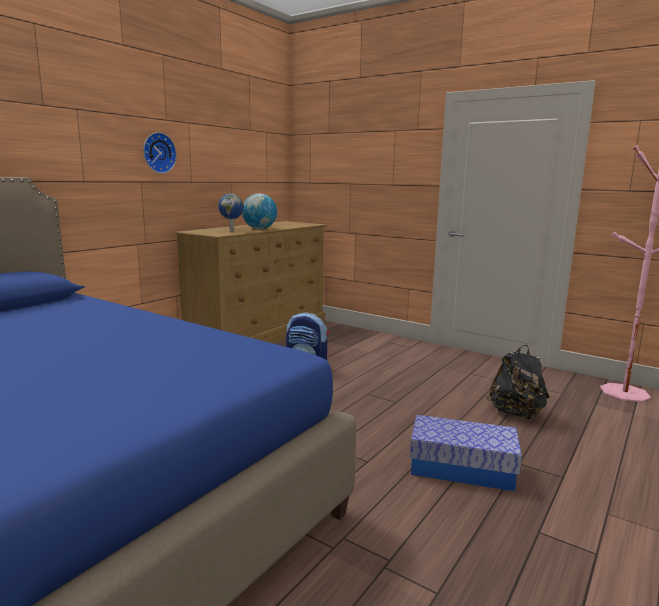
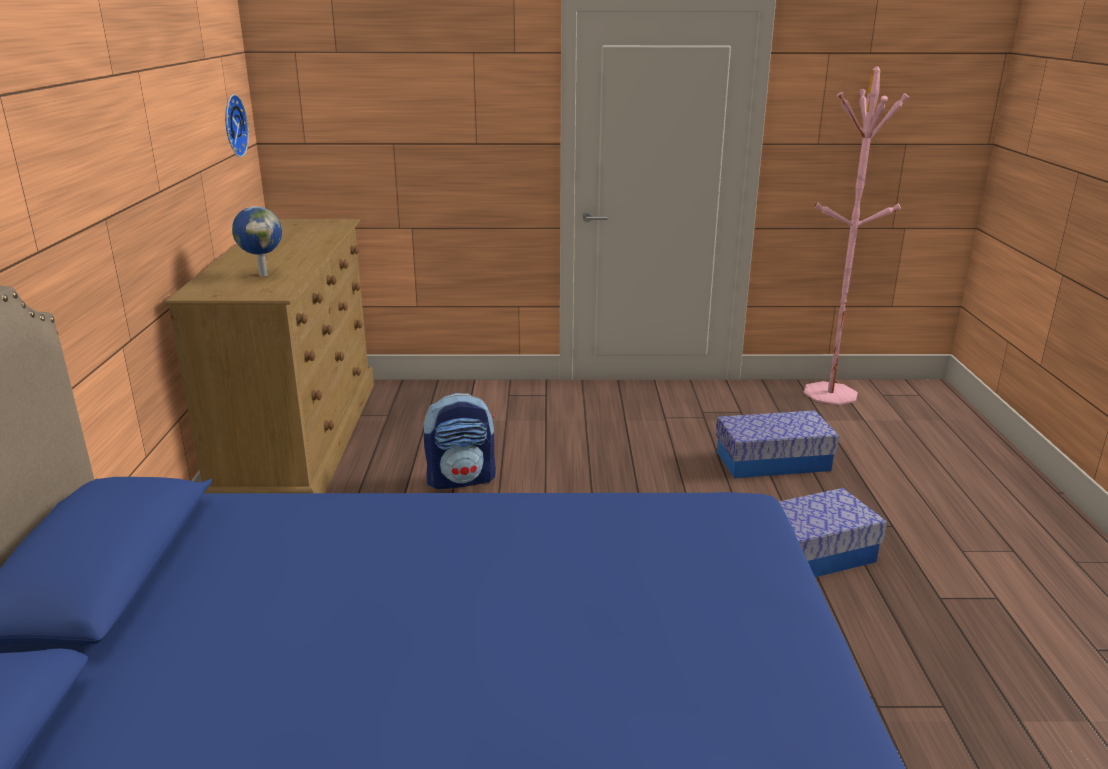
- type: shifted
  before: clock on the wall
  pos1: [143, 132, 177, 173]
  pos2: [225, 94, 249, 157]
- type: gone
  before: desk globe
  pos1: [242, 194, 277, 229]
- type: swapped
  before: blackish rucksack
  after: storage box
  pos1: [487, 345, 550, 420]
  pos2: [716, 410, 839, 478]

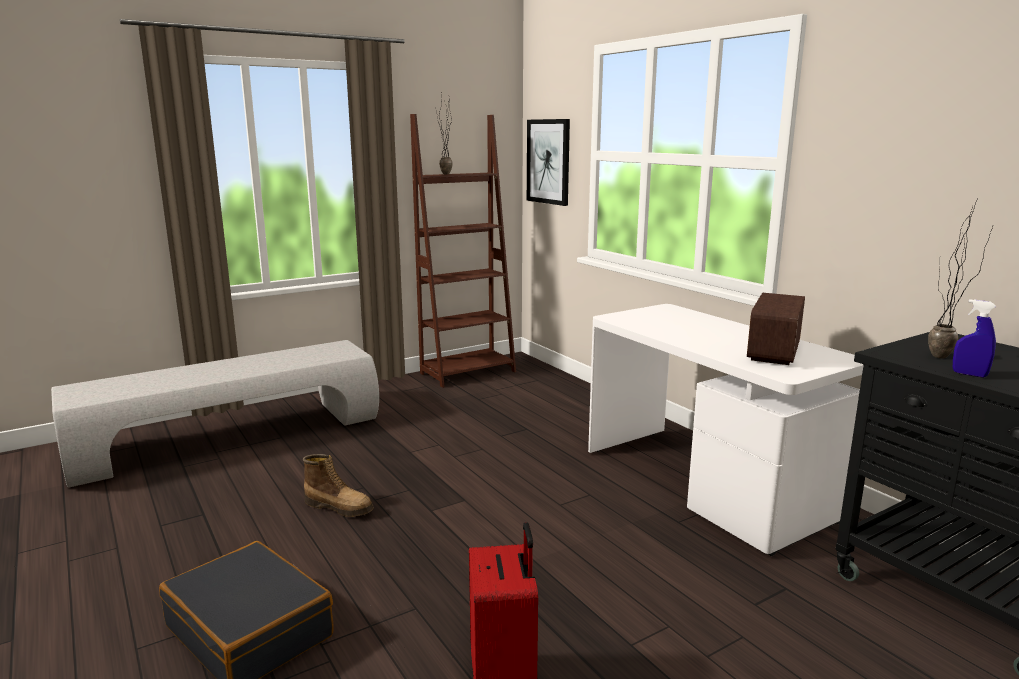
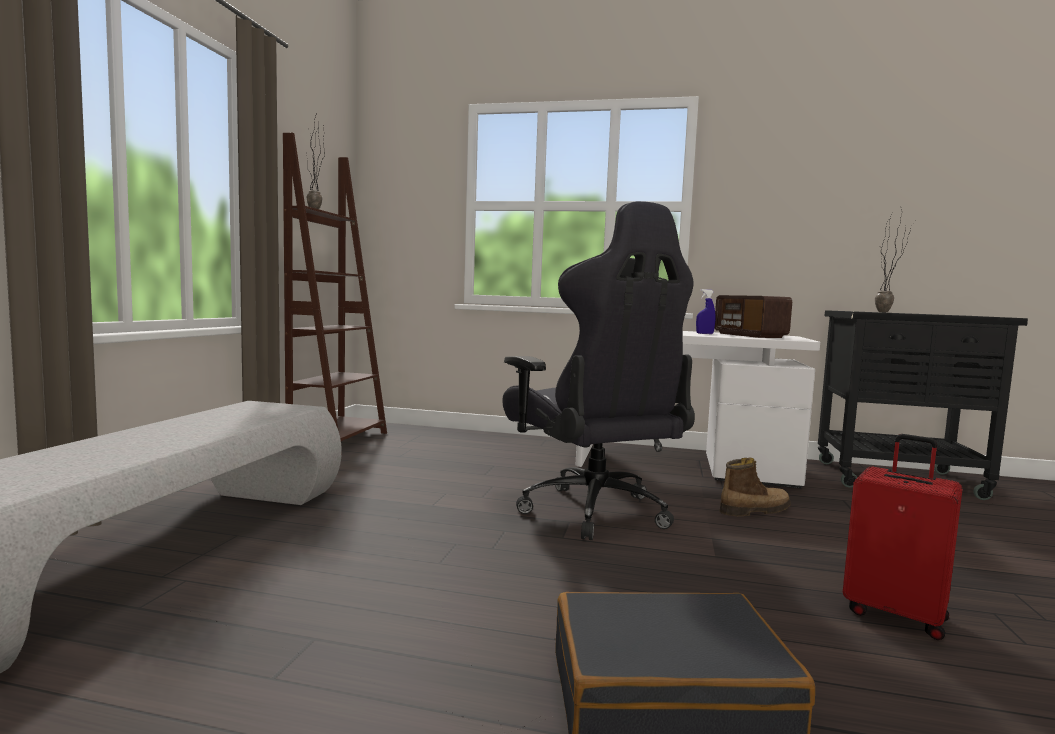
- type: shifted
  before: high-top boot
  pos1: [303, 454, 374, 517]
  pos2: [720, 458, 791, 516]
- type: gone
  before: wall picture
  pos1: [527, 119, 570, 206]
- type: shifted
  before: blue spray bottle
  pos1: [953, 299, 996, 378]
  pos2: [696, 289, 716, 334]
- type: new
  after: blackish computer chair
  pos2: [502, 201, 695, 540]

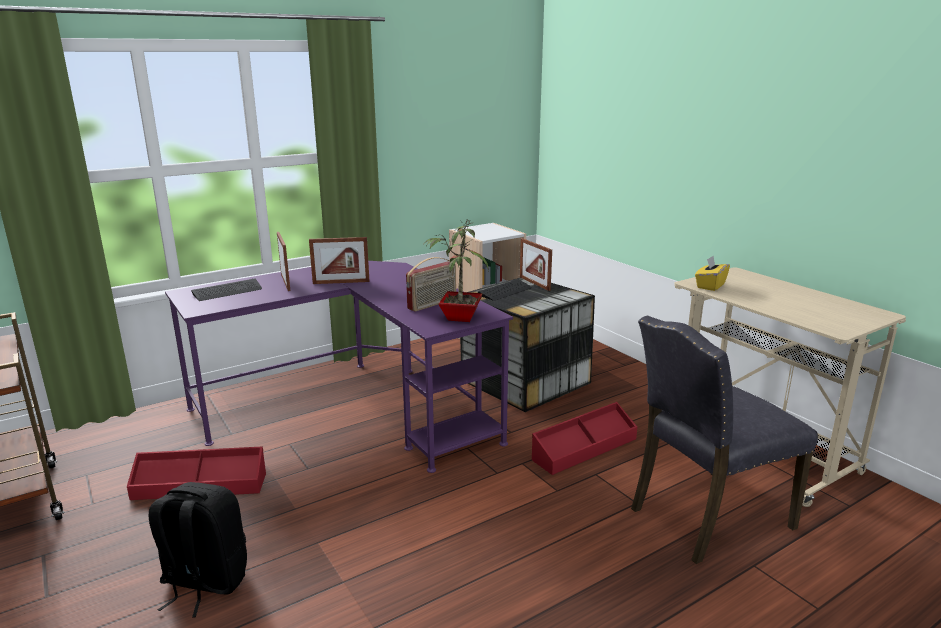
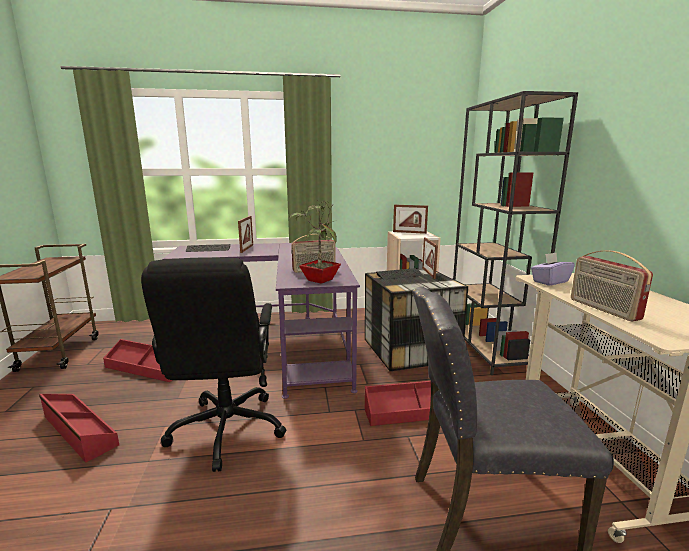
- type: swapped
  before: blackish rucksack
  after: red-coloured storage box
  pos1: [149, 482, 247, 618]
  pos2: [39, 394, 119, 463]
- type: shifted
  before: picture frame
  pos1: [309, 237, 370, 284]
  pos2: [393, 205, 428, 234]
- type: repainted
  before: yellow-coloured box of tissues
  after: purplish box of tissues
  pos1: [695, 256, 730, 291]
  pos2: [531, 252, 575, 286]
- type: new
  after: blackish computer chair
  pos2: [141, 257, 286, 472]
- type: new
  after: shelving unit
  pos2: [453, 91, 578, 375]
- type: new
  after: radio
  pos2: [571, 250, 653, 321]

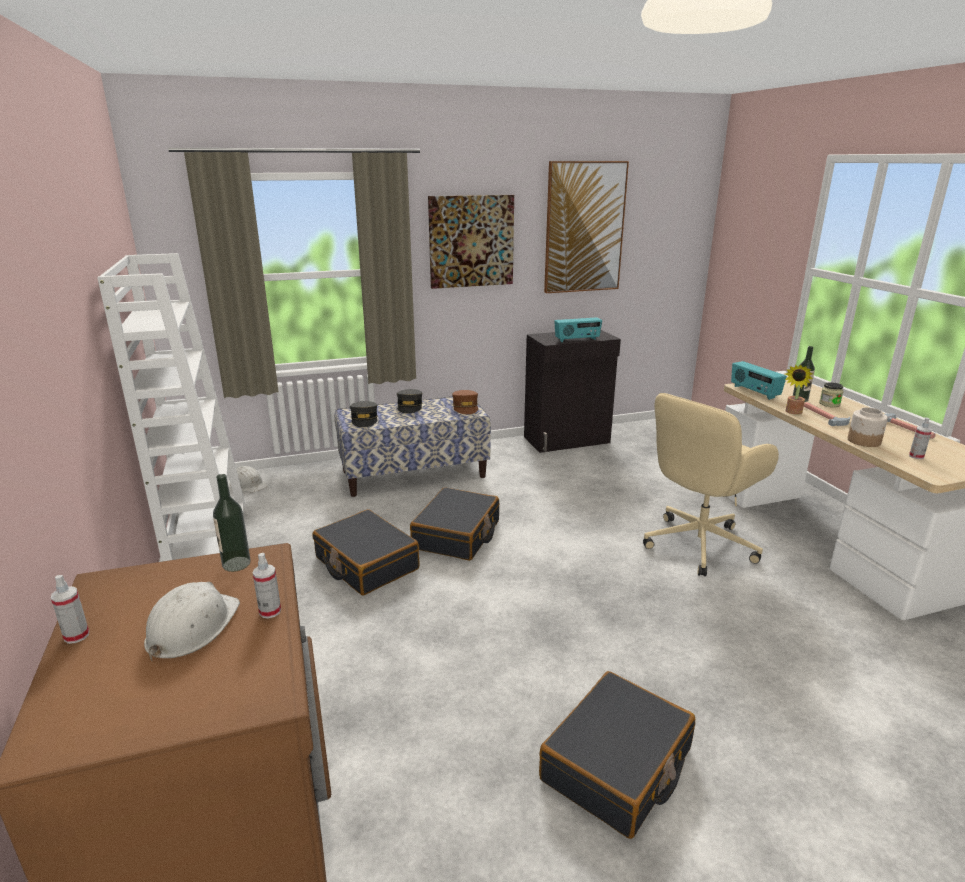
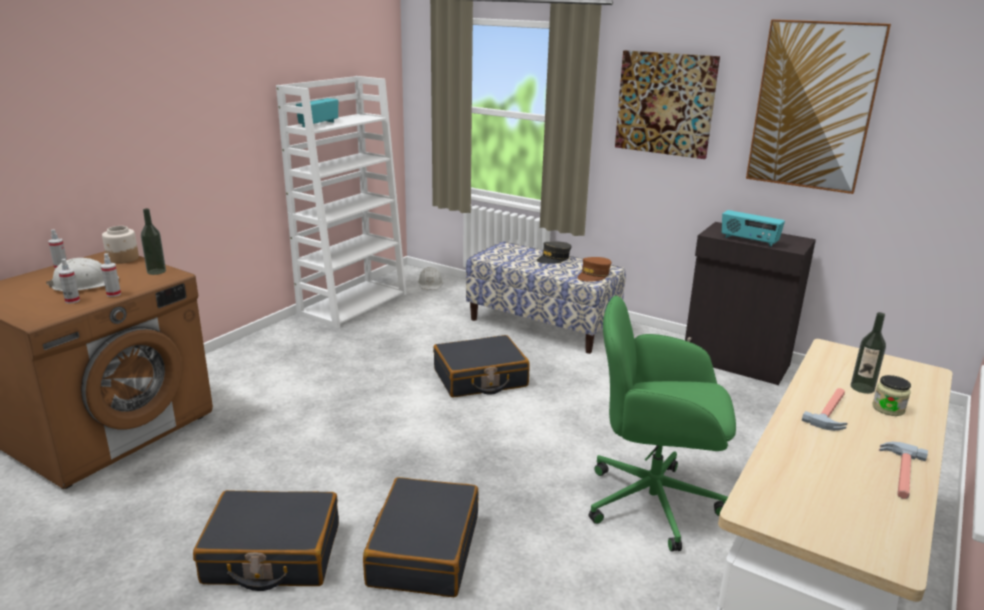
- type: shifted
  before: blackish piece of luggage
  pos1: [313, 509, 419, 596]
  pos2: [363, 477, 478, 597]
- type: gone
  before: gray peaked cap
  pos1: [350, 401, 377, 427]
- type: repainted
  before: beige computer chair
  after: greenish computer chair
  pos1: [643, 393, 779, 576]
  pos2: [589, 295, 736, 552]
- type: shifted
  before: radio
  pos1: [731, 361, 787, 400]
  pos2: [296, 98, 338, 127]
- type: gone
  before: plant in a pot
  pos1: [785, 364, 813, 415]
- type: shifted
  before: jar
  pos1: [848, 407, 888, 447]
  pos2: [102, 226, 139, 264]
- type: shifted
  before: spray bottle
  pos1: [909, 417, 932, 459]
  pos2: [58, 259, 80, 304]

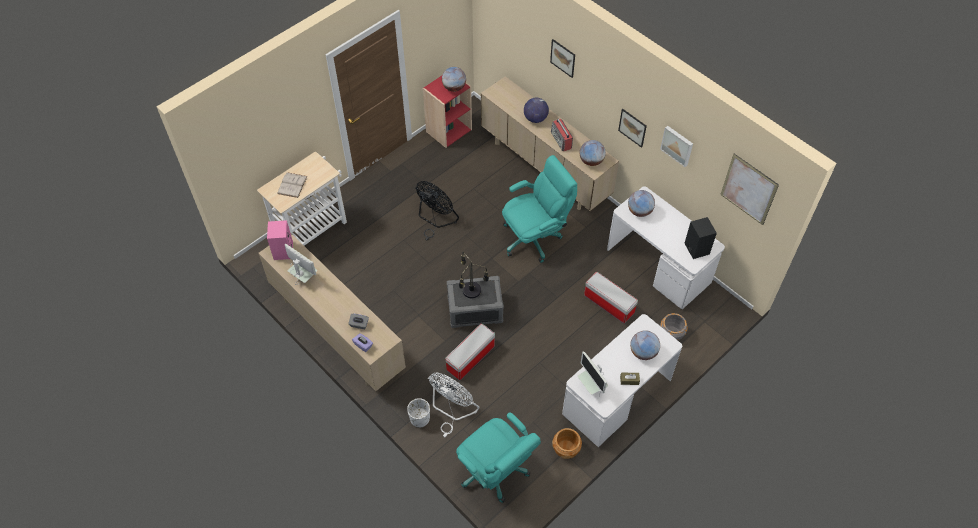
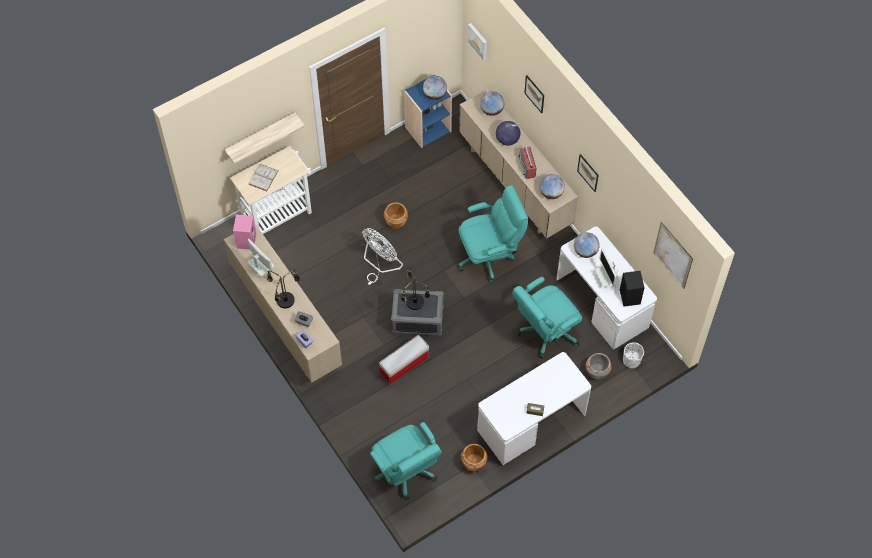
- type: shifted
  before: white-coloured planter
  pos1: [407, 398, 430, 428]
  pos2: [623, 342, 644, 369]
- type: swapped
  before: blackish electric fan
  after: brownish planter
  pos1: [415, 181, 459, 240]
  pos2: [384, 202, 408, 229]
- type: repainted
  before: red-coloured shelving unit
  after: blue shelving unit
  pos1: [423, 76, 472, 148]
  pos2: [404, 74, 452, 148]
- type: shifted
  before: white-coloured electric fan
  pos1: [428, 373, 479, 438]
  pos2: [362, 228, 403, 285]
- type: shifted
  before: monitor
  pos1: [578, 351, 608, 397]
  pos2: [595, 249, 620, 290]
- type: swapped
  before: storage box
  after: turquoise-coloured computer chair
  pos1: [584, 272, 638, 323]
  pos2: [512, 277, 582, 359]
- type: shifted
  before: desk globe
  pos1: [630, 330, 660, 360]
  pos2: [480, 91, 504, 116]
- type: shifted
  before: wall picture
  pos1: [660, 126, 693, 167]
  pos2: [467, 23, 487, 61]
- type: new
  after: wall shelf
  pos2: [225, 113, 305, 164]
- type: new
  after: table lamp
  pos2: [267, 270, 300, 309]

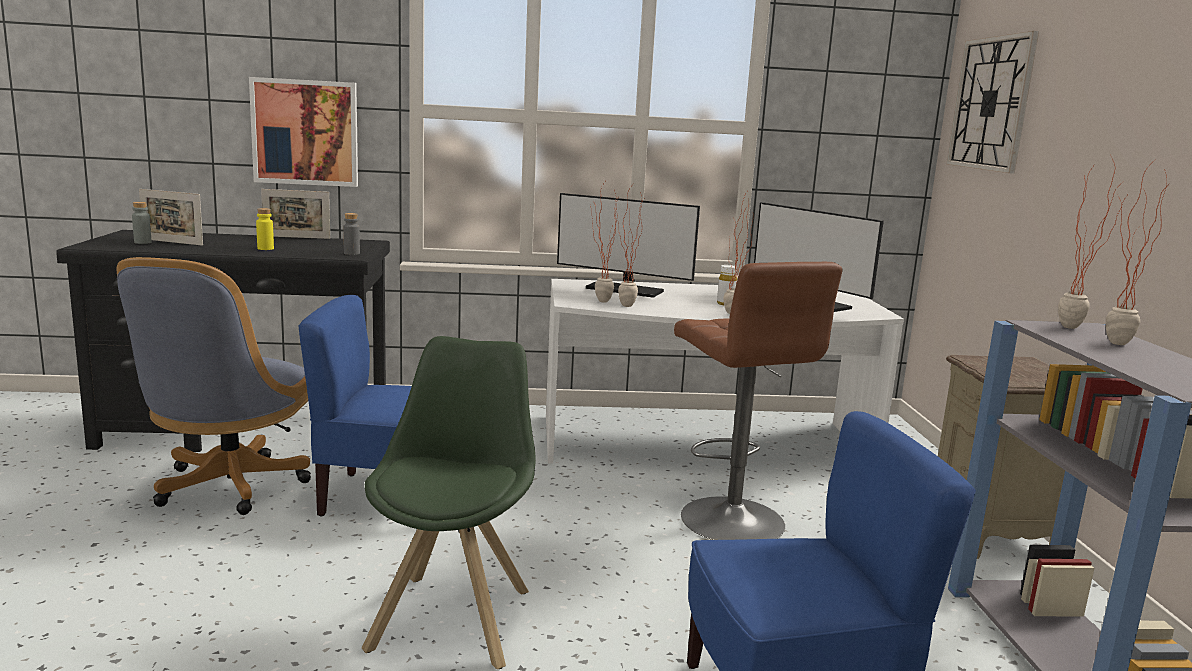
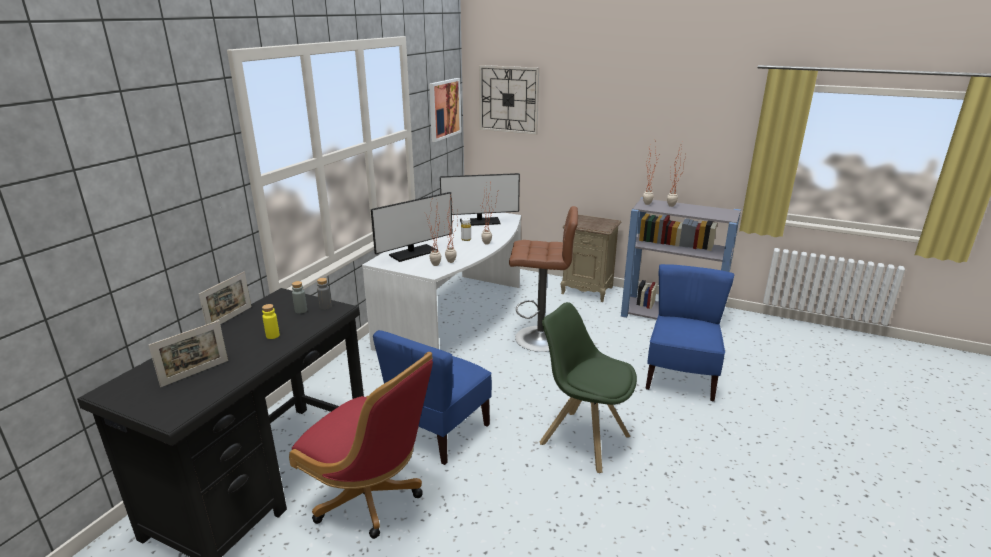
- type: repainted
  before: blue computer chair
  after: red-coloured computer chair
  pos1: [117, 257, 311, 515]
  pos2: [289, 352, 433, 539]
- type: shifted
  before: gray beverage bottle
  pos1: [132, 202, 151, 244]
  pos2: [292, 281, 307, 314]
- type: shifted
  before: wall picture
  pos1: [249, 77, 358, 187]
  pos2: [429, 78, 461, 142]

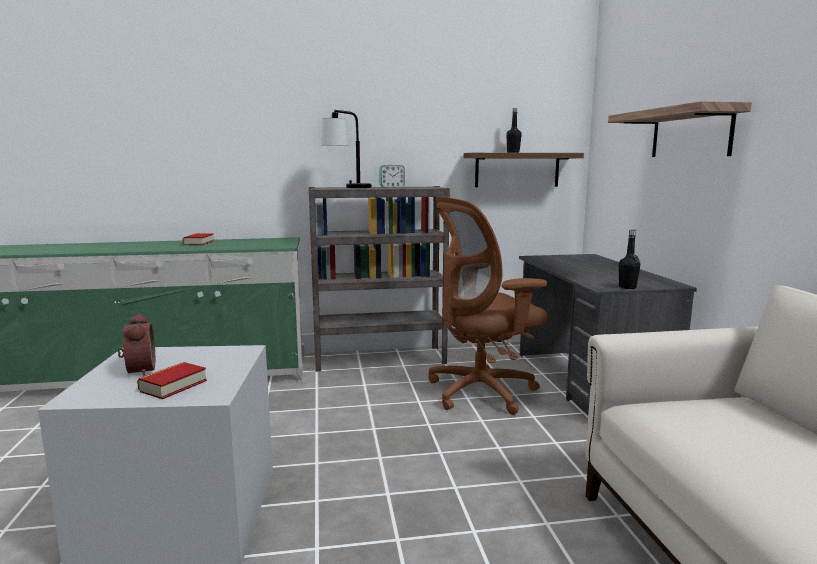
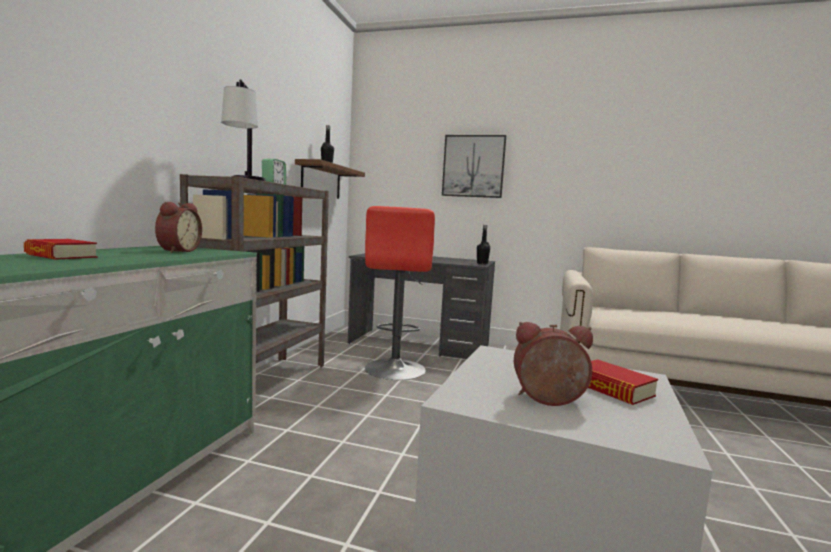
- type: swapped
  before: brownish computer chair
  after: red-coloured stool seat
  pos1: [429, 197, 548, 415]
  pos2: [365, 206, 435, 380]
- type: swapped
  before: wall shelf
  after: wall picture
  pos1: [608, 101, 752, 157]
  pos2: [442, 135, 506, 198]
- type: new
  after: alarm clock
  pos2: [155, 202, 202, 253]

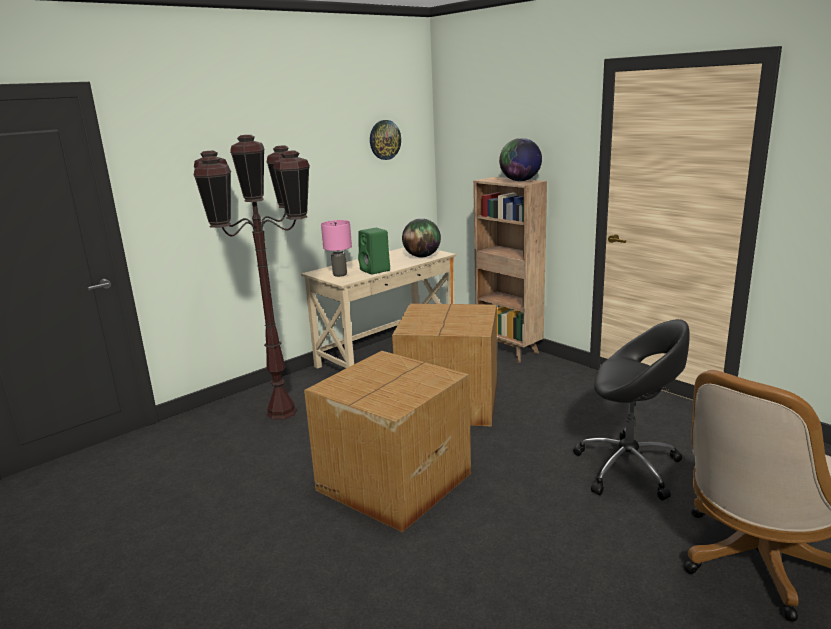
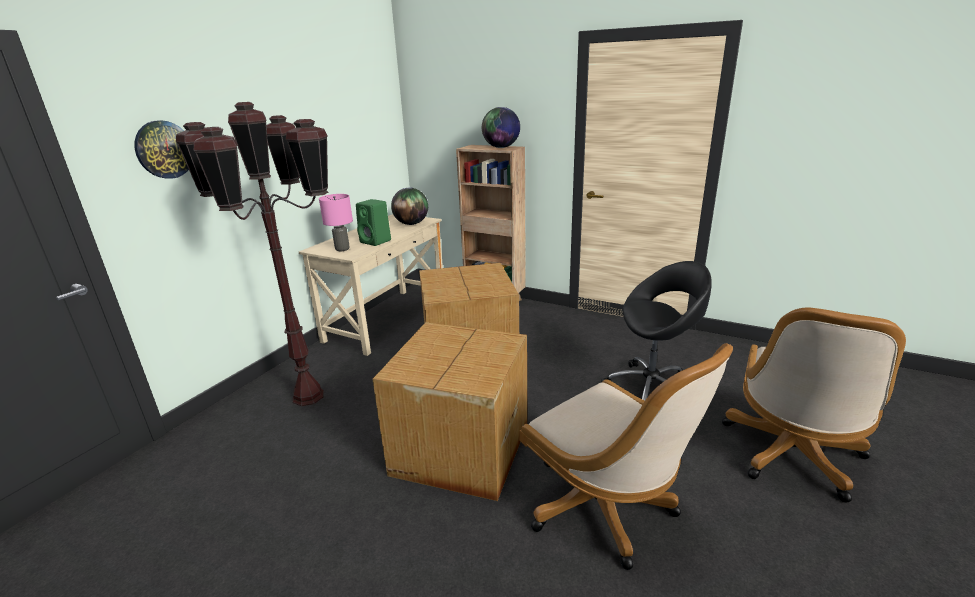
- type: shifted
  before: clock on the wall
  pos1: [370, 120, 401, 160]
  pos2: [135, 120, 189, 179]
- type: new
  after: computer chair
  pos2: [519, 343, 733, 570]

